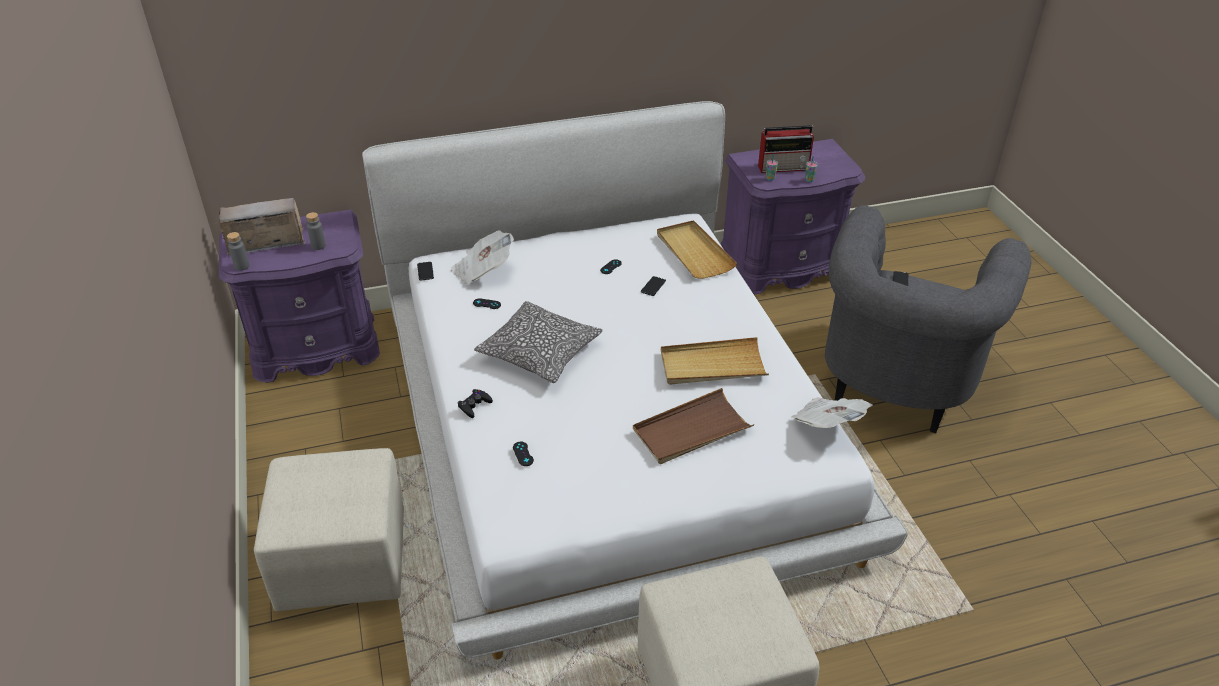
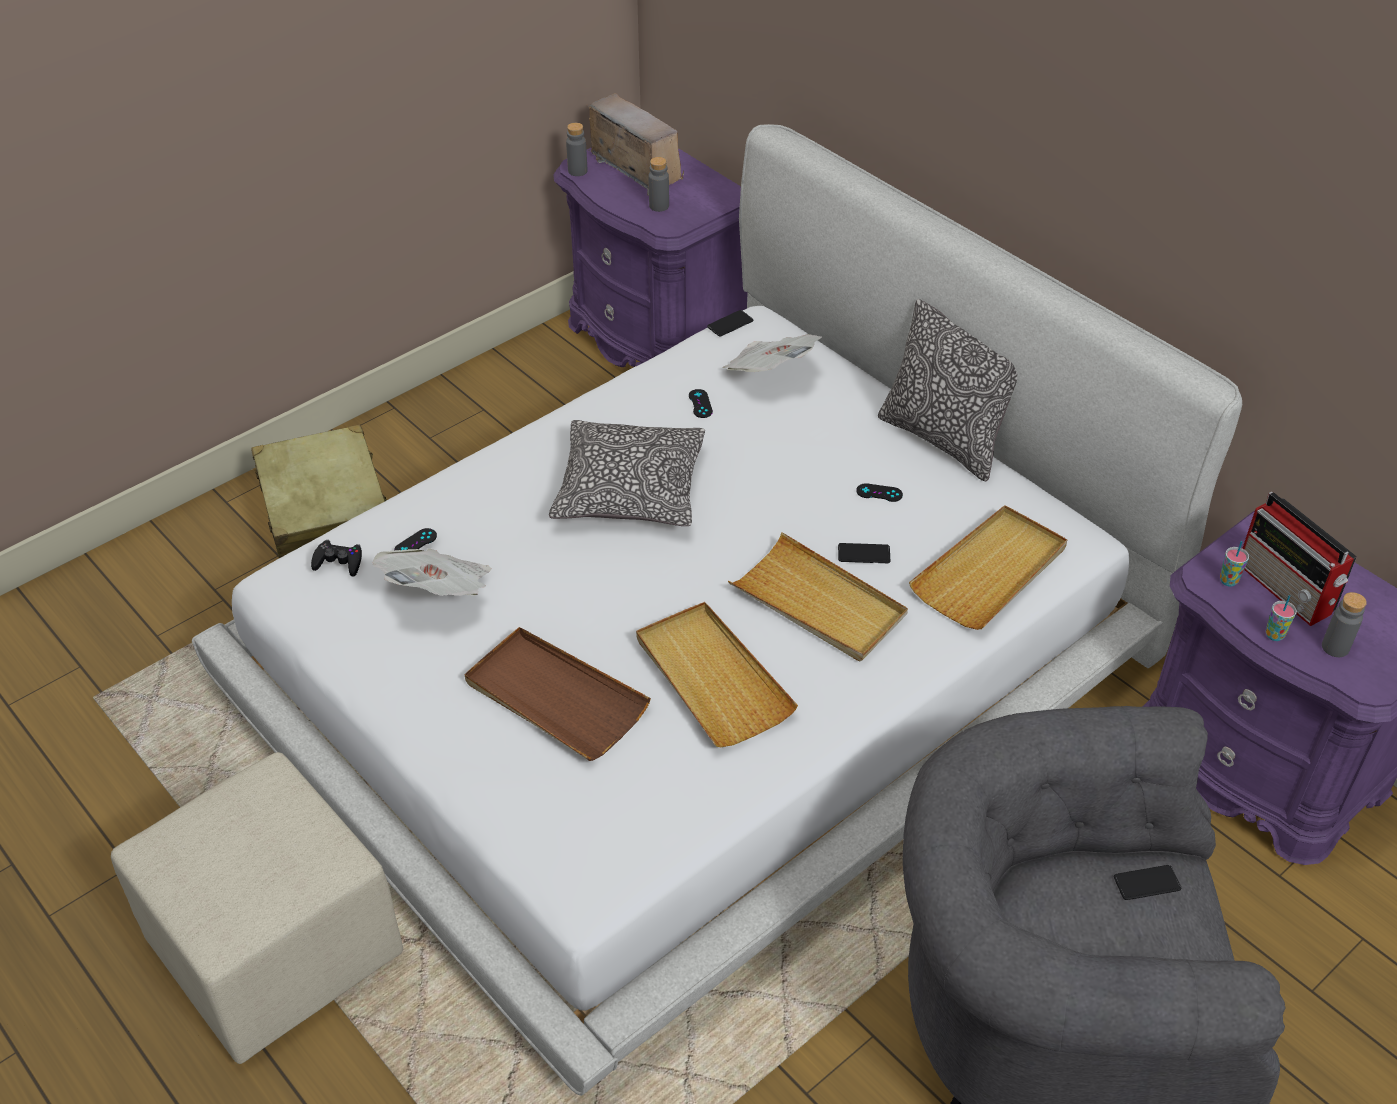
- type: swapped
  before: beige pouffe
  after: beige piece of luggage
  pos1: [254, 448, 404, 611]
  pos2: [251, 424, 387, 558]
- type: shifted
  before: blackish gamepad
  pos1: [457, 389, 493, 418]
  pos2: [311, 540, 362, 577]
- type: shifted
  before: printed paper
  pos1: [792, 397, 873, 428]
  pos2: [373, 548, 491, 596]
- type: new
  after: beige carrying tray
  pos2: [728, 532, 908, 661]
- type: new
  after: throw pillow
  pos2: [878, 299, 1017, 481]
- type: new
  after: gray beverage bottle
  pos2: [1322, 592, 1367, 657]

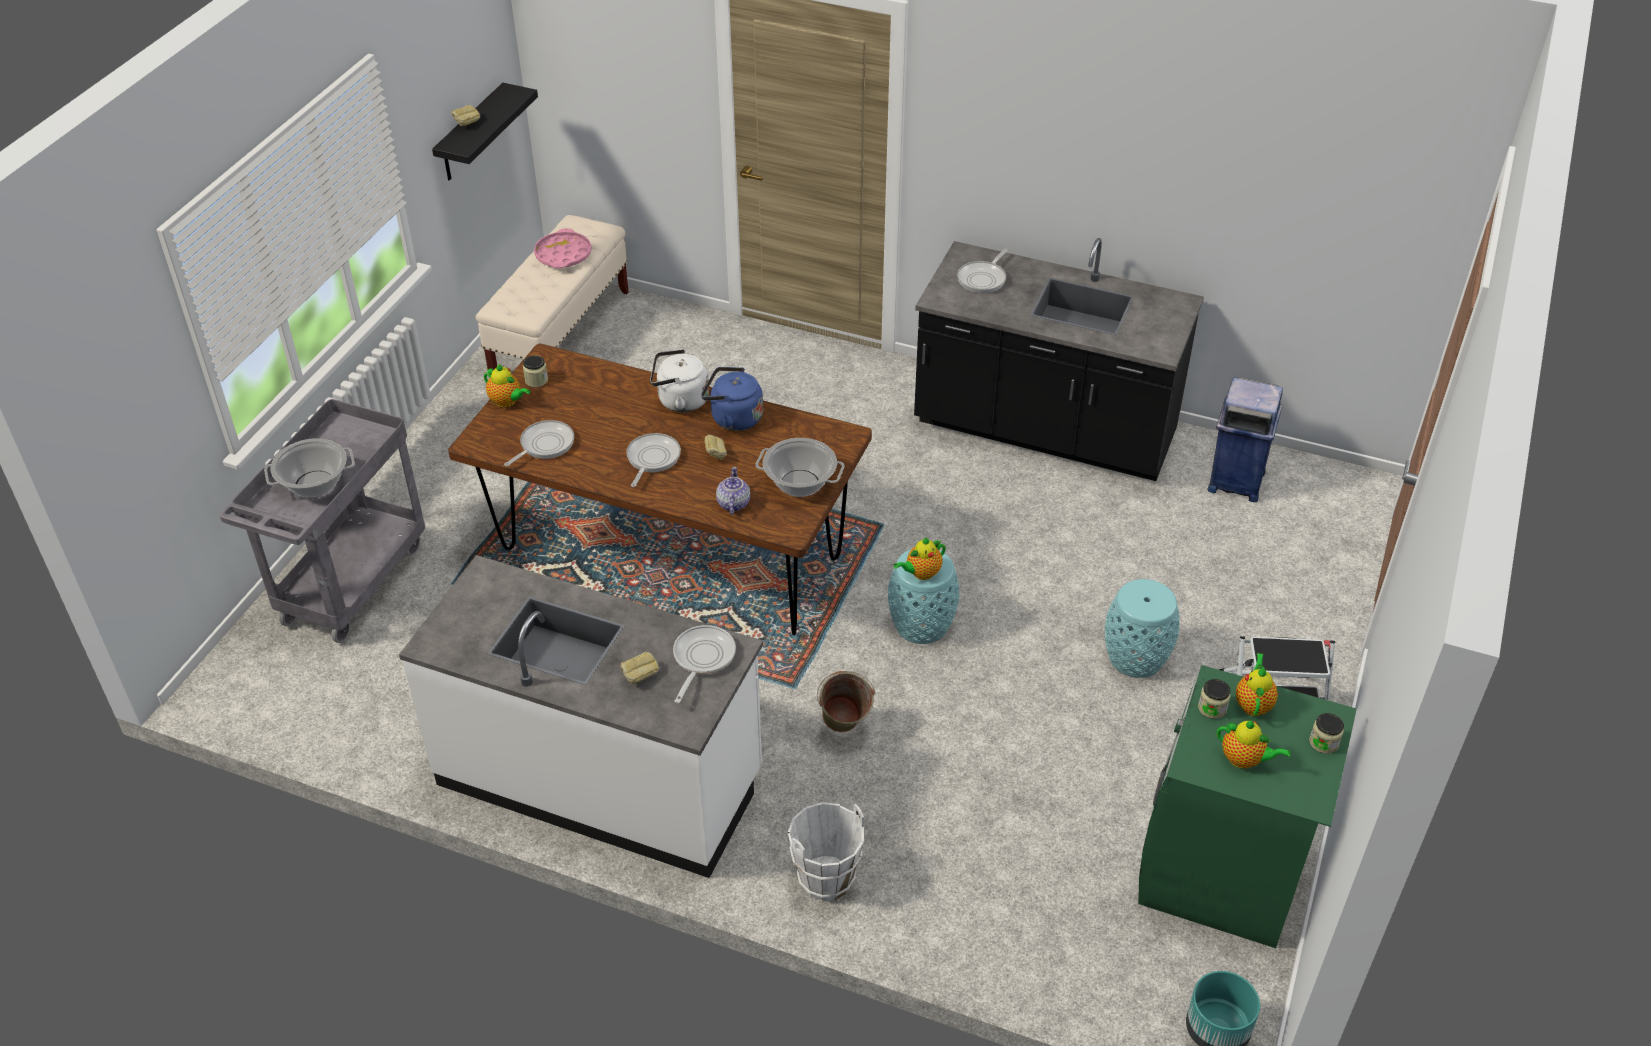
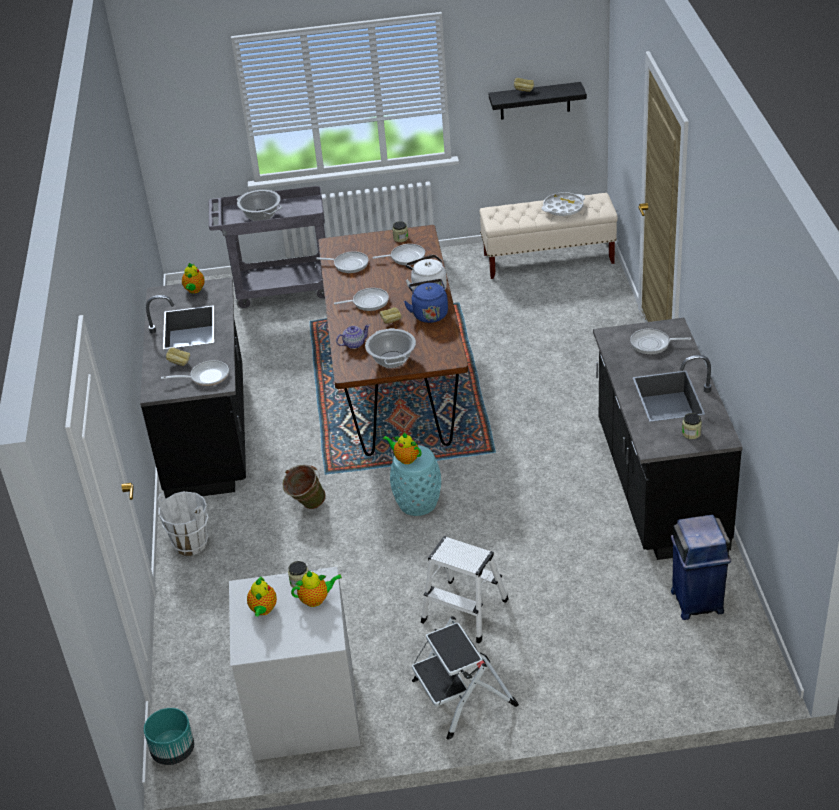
- type: repainted
  before: white-coloured counter
  after: blackish counter
  pos1: [399, 555, 763, 878]
  pos2: [140, 277, 246, 498]
- type: shifted
  before: pot for tea
  pos1: [484, 364, 531, 407]
  pos2: [182, 263, 204, 293]
- type: repainted
  before: pinkish carrying tray
  after: white-coloured carrying tray
  pos1: [534, 228, 592, 268]
  pos2: [542, 192, 585, 216]
- type: swapped
  before: turquoise-coloured stool seat
  after: white-coloured step stool
  pos1: [1105, 579, 1180, 678]
  pos2: [421, 536, 509, 643]
- type: repainted
  before: greenish laundry appliance
  after: white-coloured laundry appliance
  pos1: [1138, 665, 1357, 948]
  pos2: [229, 567, 361, 761]
- type: shifted
  before: jar
  pos1: [1309, 713, 1344, 754]
  pos2: [682, 413, 702, 439]
- type: new
  after: pan
  pos2: [372, 244, 425, 265]

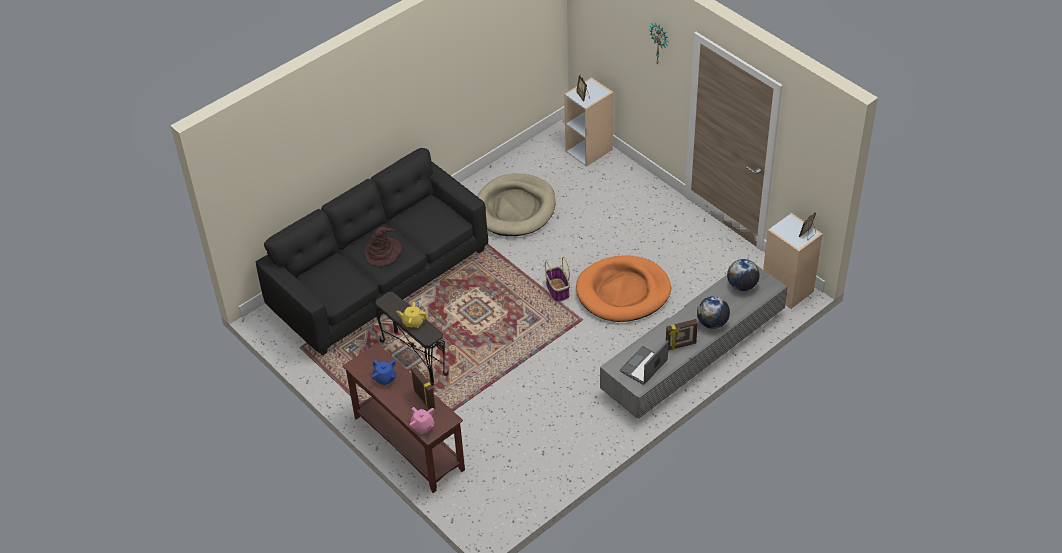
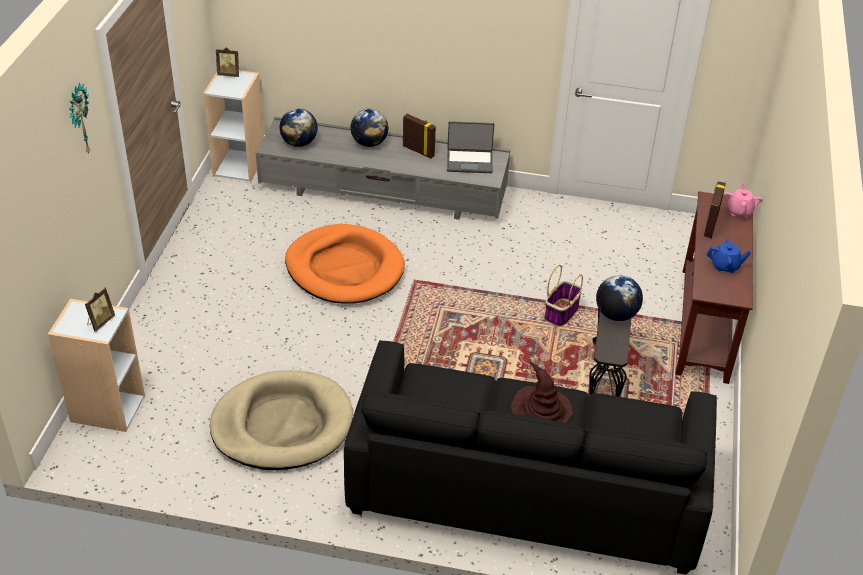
- type: rotated
  before: blue pot for tea
  pos1: [372, 360, 396, 386]
  pos2: [707, 238, 751, 273]
  turn: 90
- type: swapped
  before: yellow-coloured pot for tea
  after: desk globe
  pos1: [397, 302, 428, 328]
  pos2: [596, 275, 643, 321]
- type: shifted
  before: basket
  pos1: [545, 257, 570, 302]
  pos2: [544, 265, 583, 327]

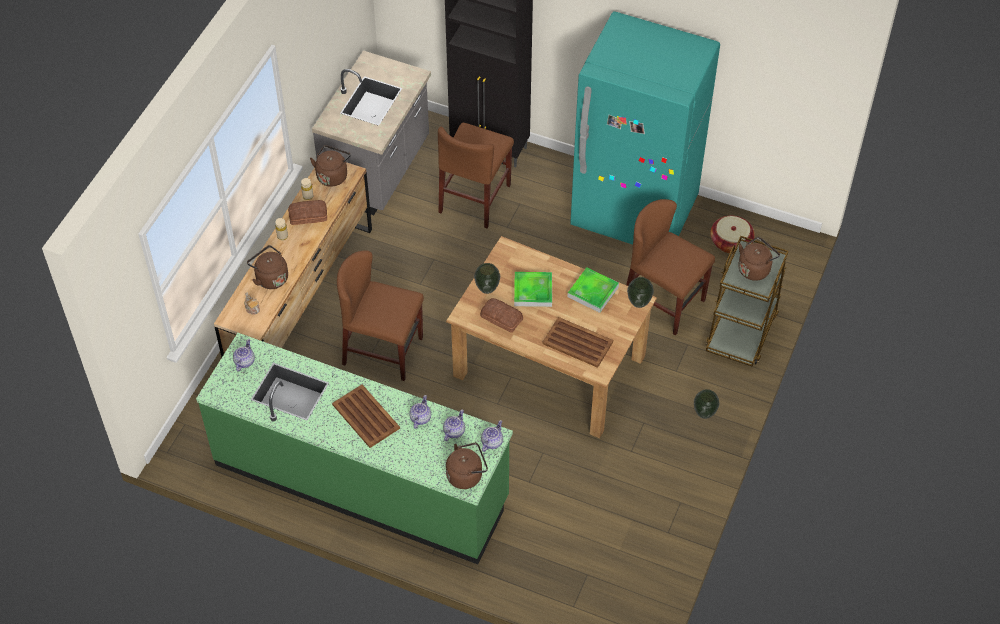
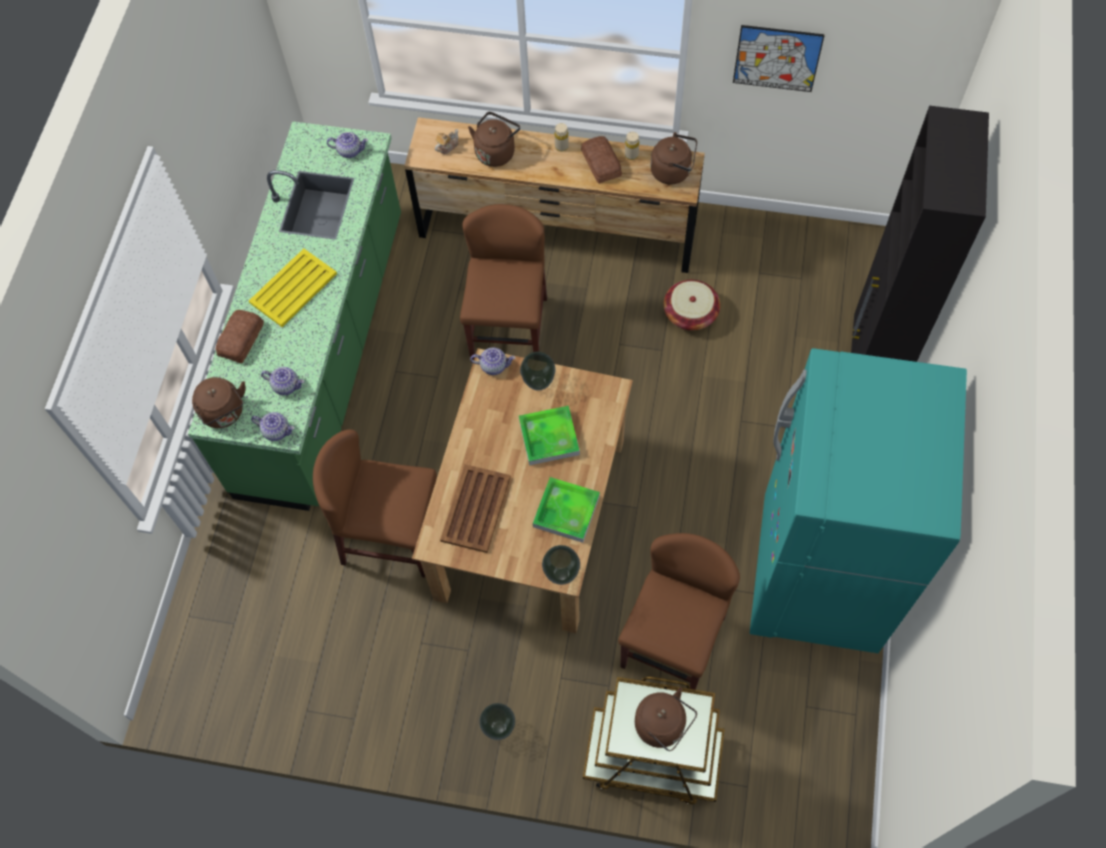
- type: gone
  before: gray counter
  pos1: [312, 51, 431, 215]
- type: repainted
  before: brownish carrying tray
  after: yellow-coloured carrying tray
  pos1: [332, 384, 400, 448]
  pos2: [249, 249, 337, 327]
- type: shifted
  before: pot for tea
  pos1: [409, 395, 431, 429]
  pos2: [470, 348, 515, 375]
- type: shifted
  before: brownish chair
  pos1: [438, 123, 514, 228]
  pos2: [313, 429, 437, 578]
- type: shifted
  before: baked bread
  pos1: [480, 298, 523, 333]
  pos2: [216, 310, 264, 363]
- type: shifted
  before: basket
  pos1: [710, 216, 755, 254]
  pos2: [664, 280, 720, 331]
- type: new
  after: wall picture
  pos2: [733, 25, 825, 92]

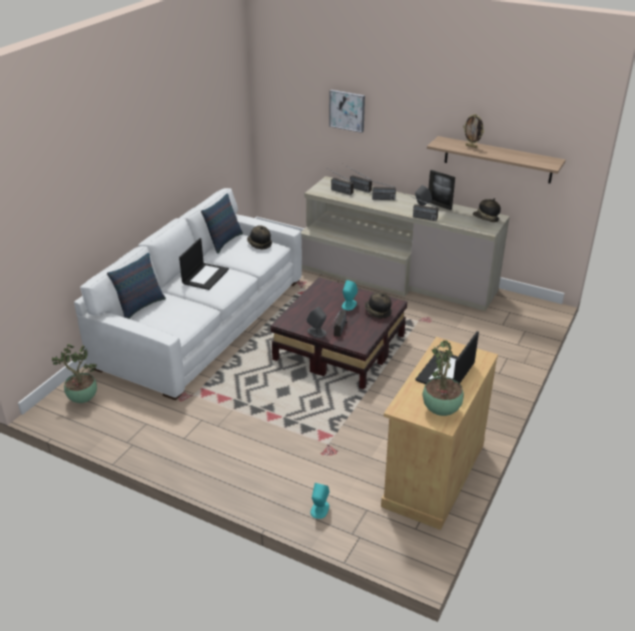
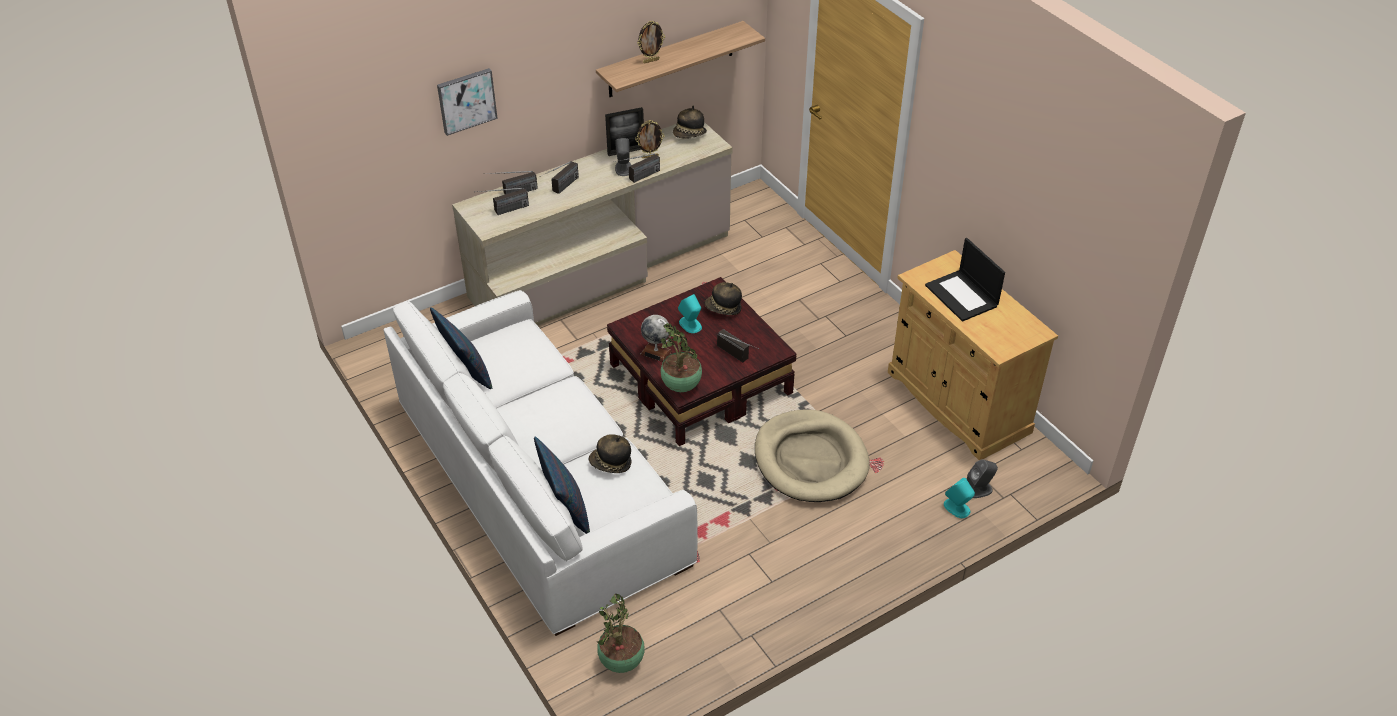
- type: gone
  before: laptop
  pos1: [179, 238, 229, 290]
- type: shifted
  before: hat
  pos1: [247, 226, 272, 249]
  pos2: [589, 434, 632, 473]
- type: shifted
  before: gray speaker
  pos1: [307, 306, 327, 338]
  pos2: [967, 459, 998, 498]
- type: shifted
  before: plant in a pot
  pos1: [423, 339, 464, 416]
  pos2: [660, 323, 702, 392]
- type: new
  after: picture frame
  pos2: [635, 120, 664, 158]
- type: new
  after: desk globe
  pos2: [640, 315, 672, 362]
- type: new
  after: beige dog bed
  pos2: [755, 409, 870, 502]

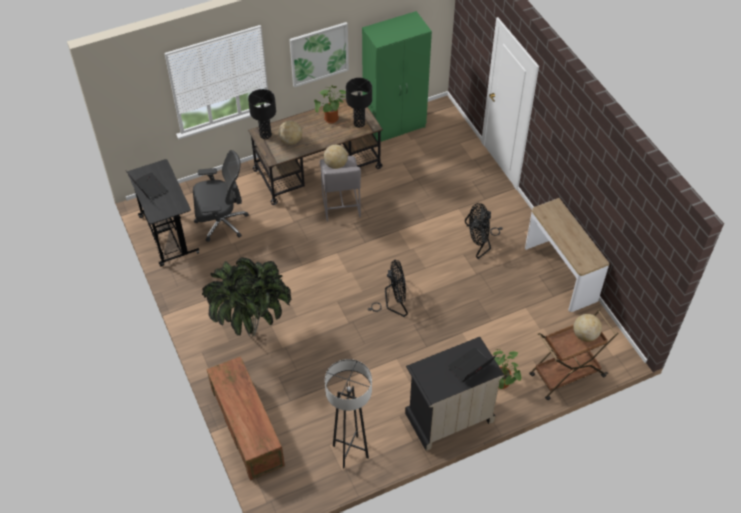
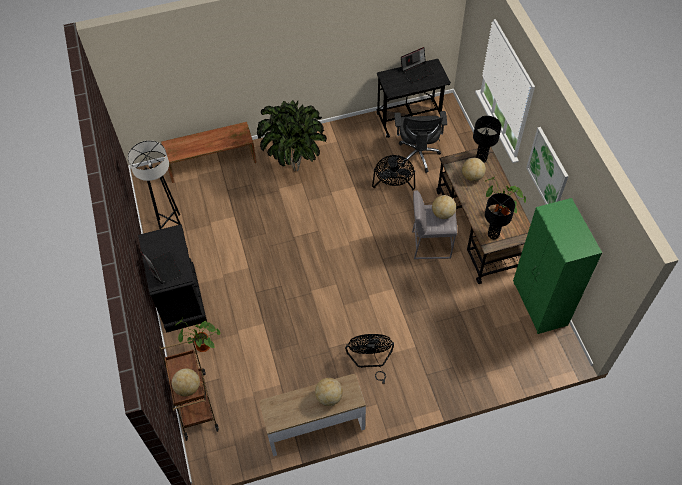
- type: shifted
  before: blackish electric fan
  pos1: [367, 260, 408, 317]
  pos2: [372, 155, 415, 191]
- type: new
  after: desk globe
  pos2: [315, 378, 343, 406]

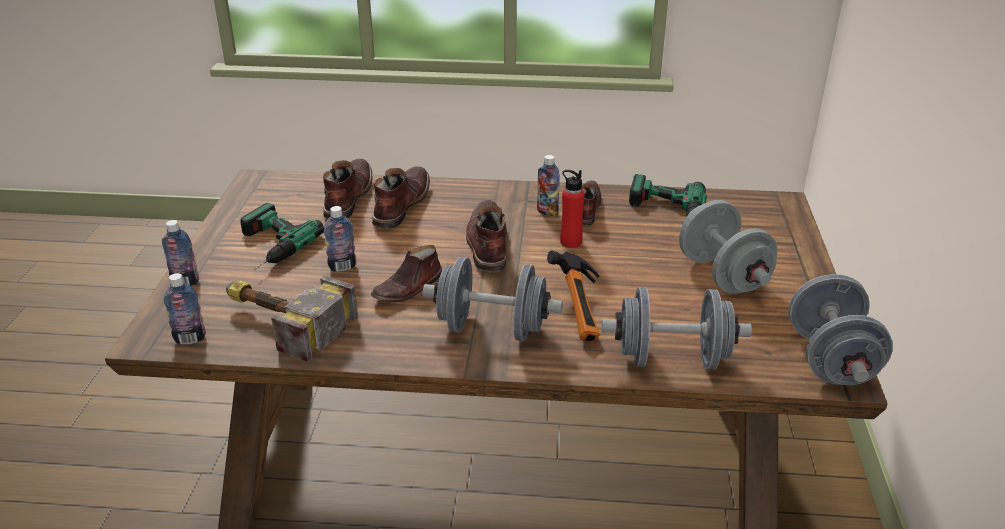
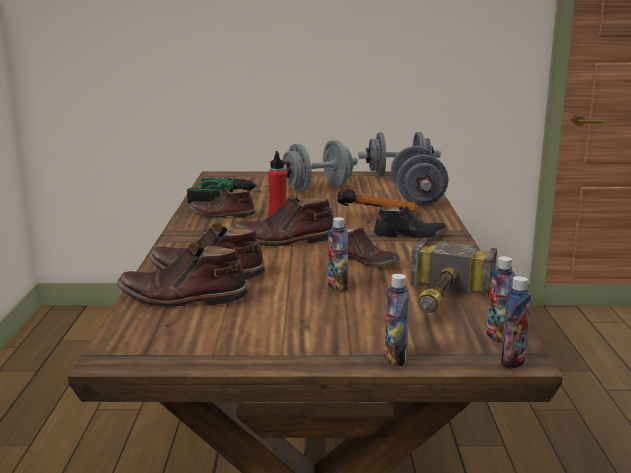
- type: gone
  before: drill
  pos1: [240, 203, 324, 270]
- type: swapped
  before: gray dumbbell
  after: blackish low shoe
  pos1: [423, 257, 563, 341]
  pos2: [374, 205, 448, 238]
- type: shifted
  before: beverage bottle
  pos1: [537, 155, 560, 217]
  pos2: [501, 276, 531, 369]

